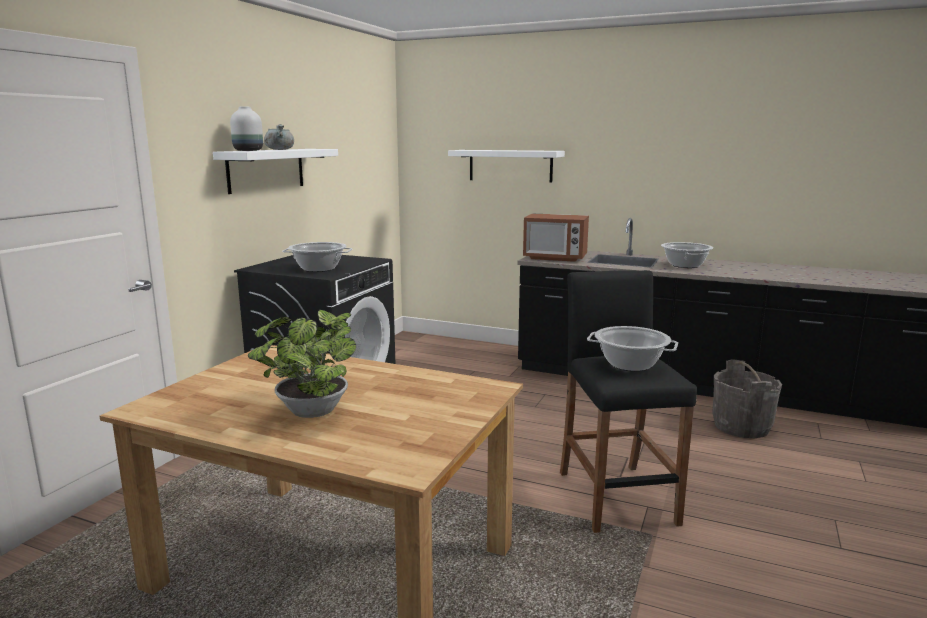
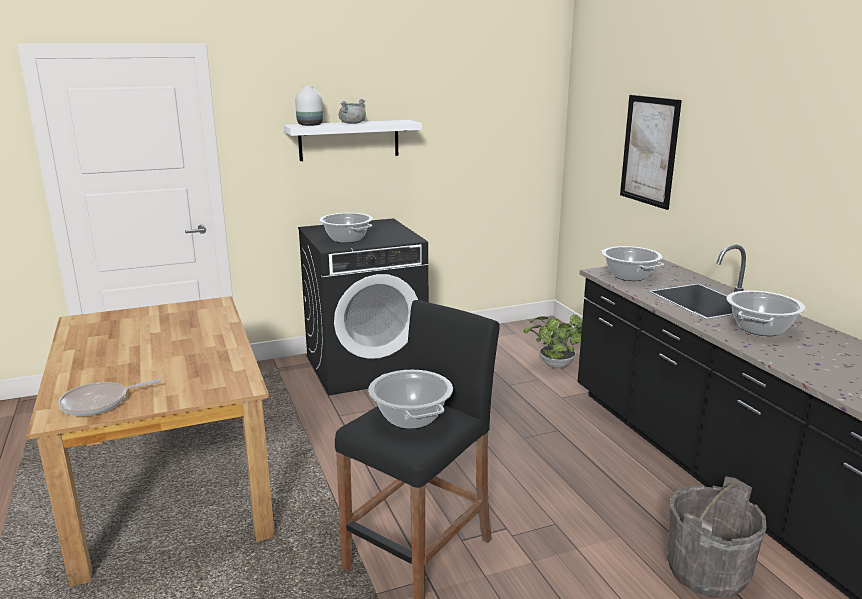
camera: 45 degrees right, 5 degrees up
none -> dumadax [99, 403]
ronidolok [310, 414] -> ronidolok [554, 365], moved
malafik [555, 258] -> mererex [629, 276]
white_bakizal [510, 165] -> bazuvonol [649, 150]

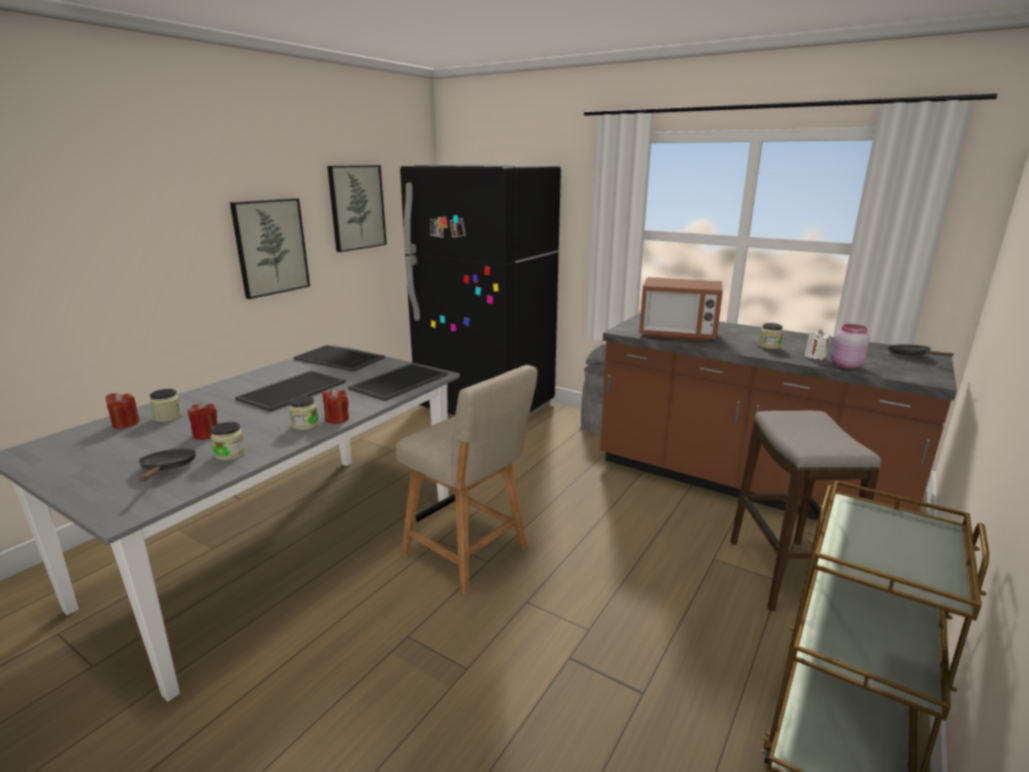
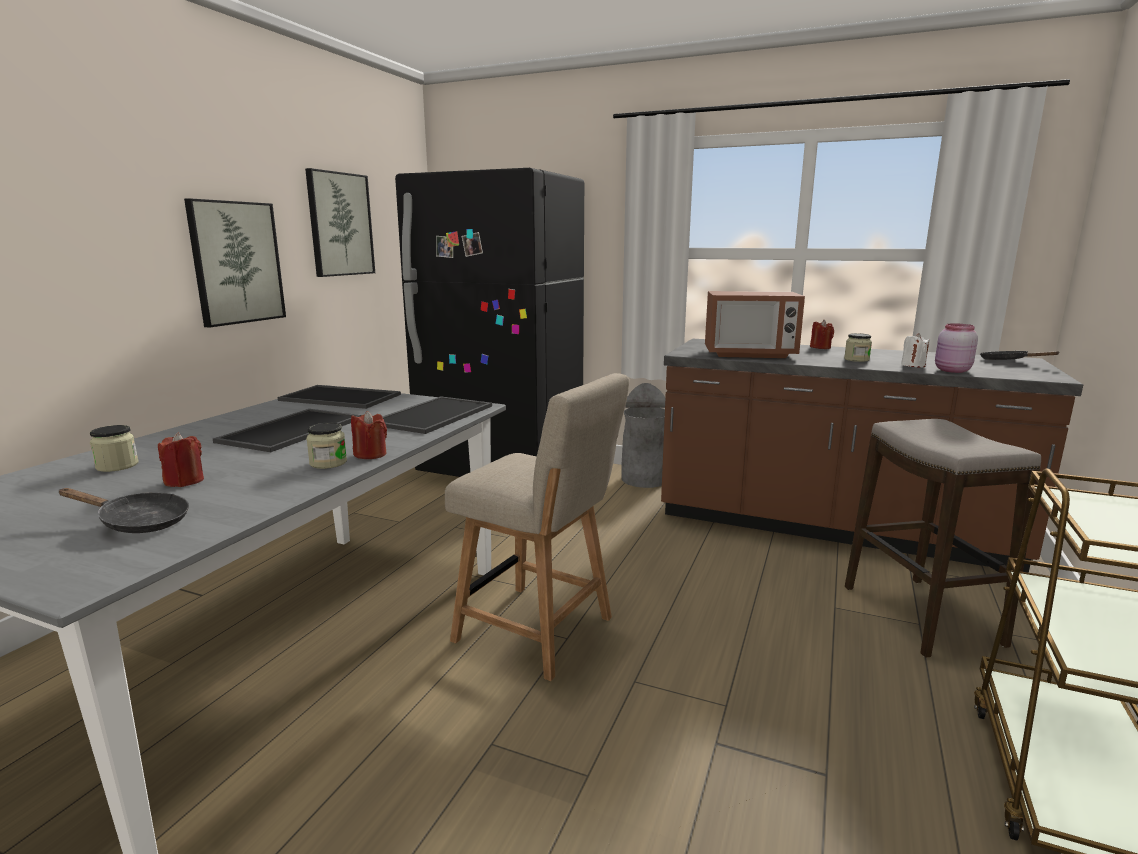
camera: 10 degrees left, 5 degrees down
black_dumadax [168, 469] -> black_dumadax [138, 522], 120 degrees clockwise
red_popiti [125, 424] -> red_popiti [820, 347], moved
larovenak [230, 454] -> none

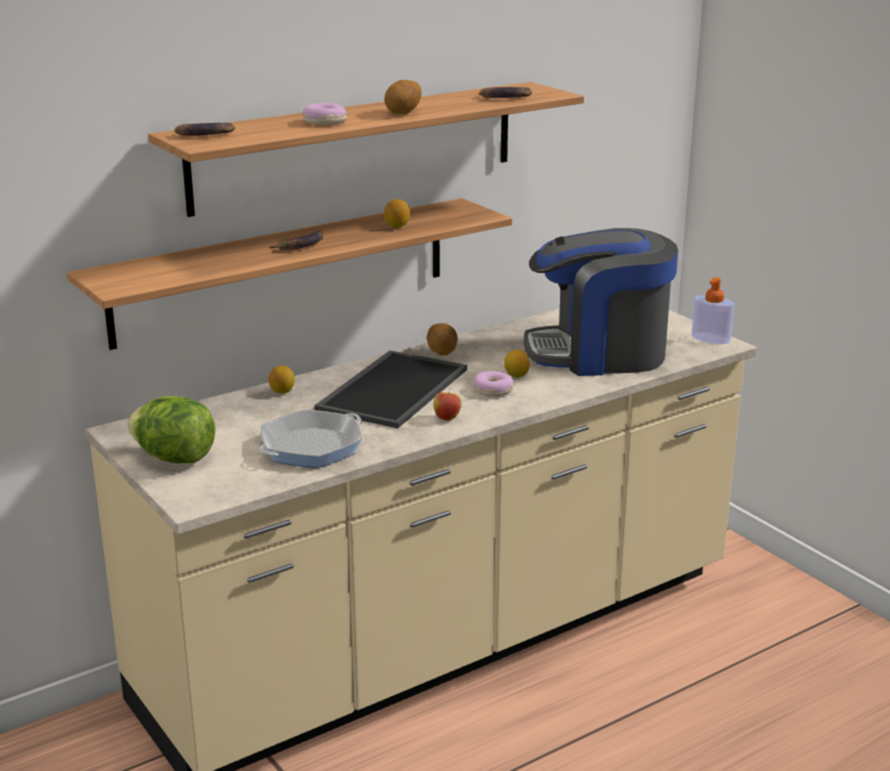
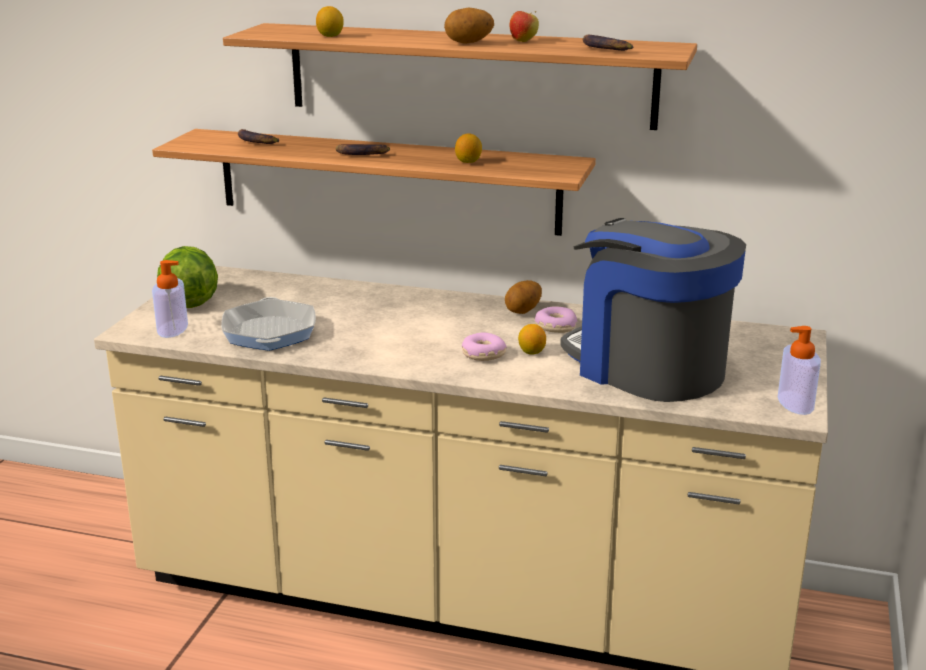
camera: 50 degrees right, 0 degrees up
none -> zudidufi [172, 329]
dumadax [311, 447] -> dumadax [269, 332], 75 degrees clockwise
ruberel [204, 134] -> ruberel [257, 141], moved
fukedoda [282, 391] -> fukedoda [330, 36], moved
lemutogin [447, 418] -> lemutogin [523, 41], moved
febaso [324, 122] -> febaso [555, 326], moved
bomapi [392, 388] -> none

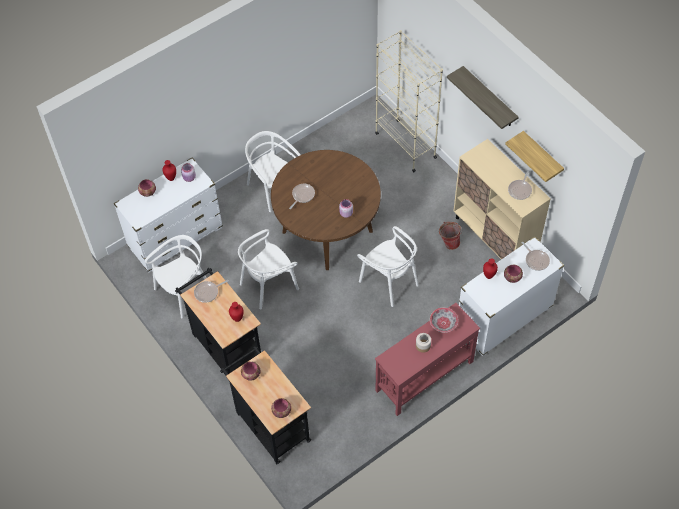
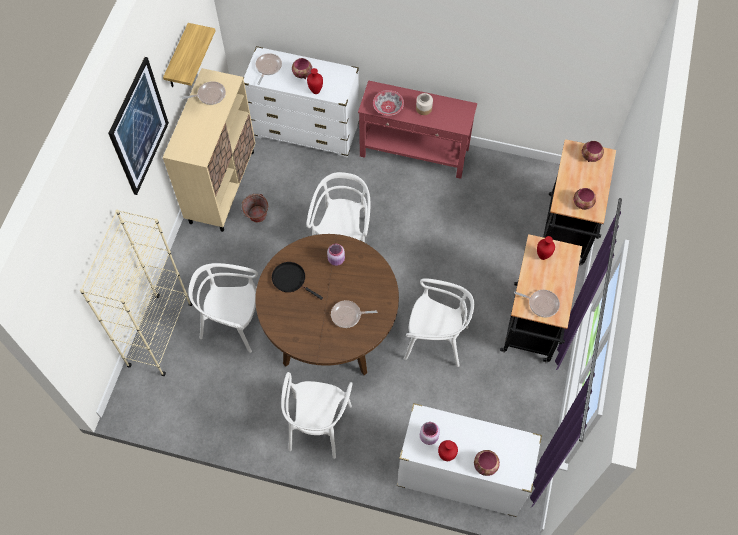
camera: 130 degrees left, 5 degrees up
bakizal [489, 98] -> bazuvonol [139, 127]
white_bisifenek [184, 291] -> white_bisifenek [232, 323], moved
none -> black_dumadax [291, 279]

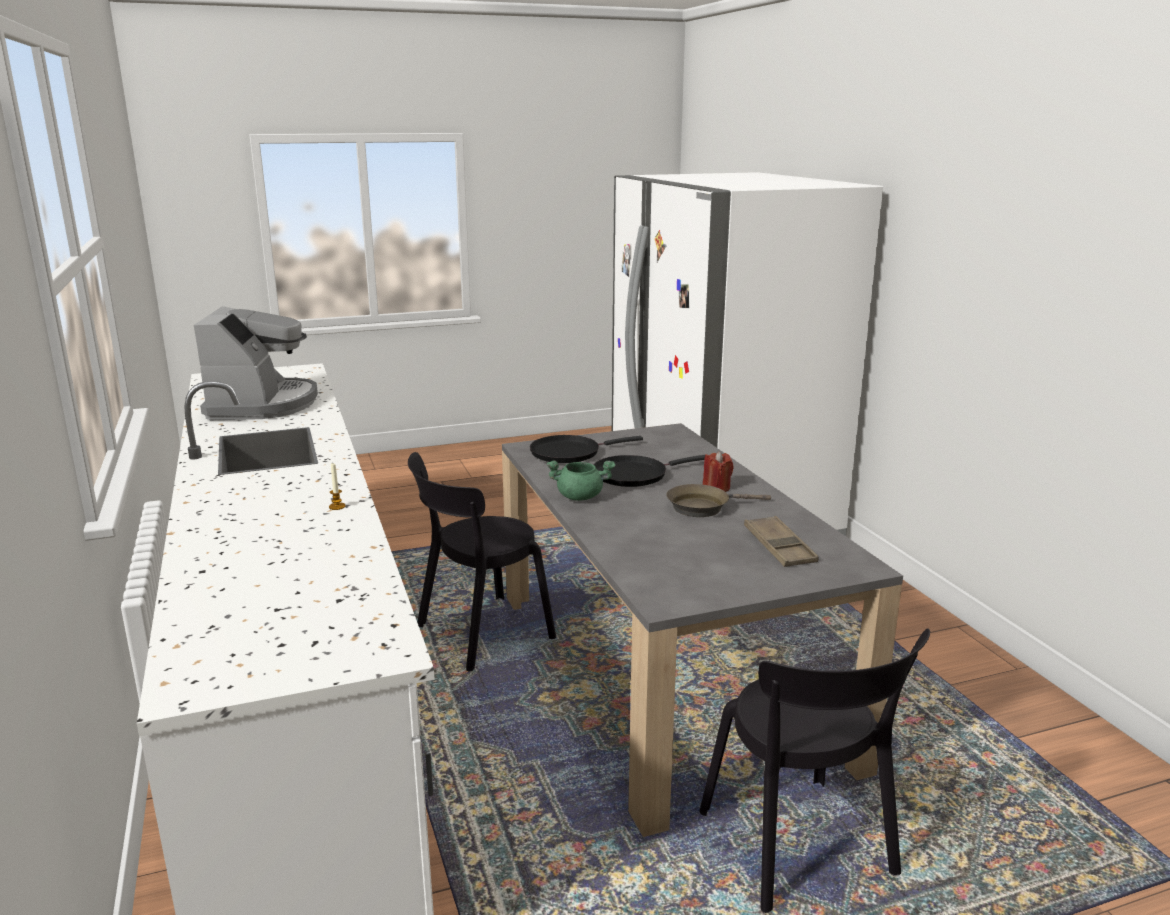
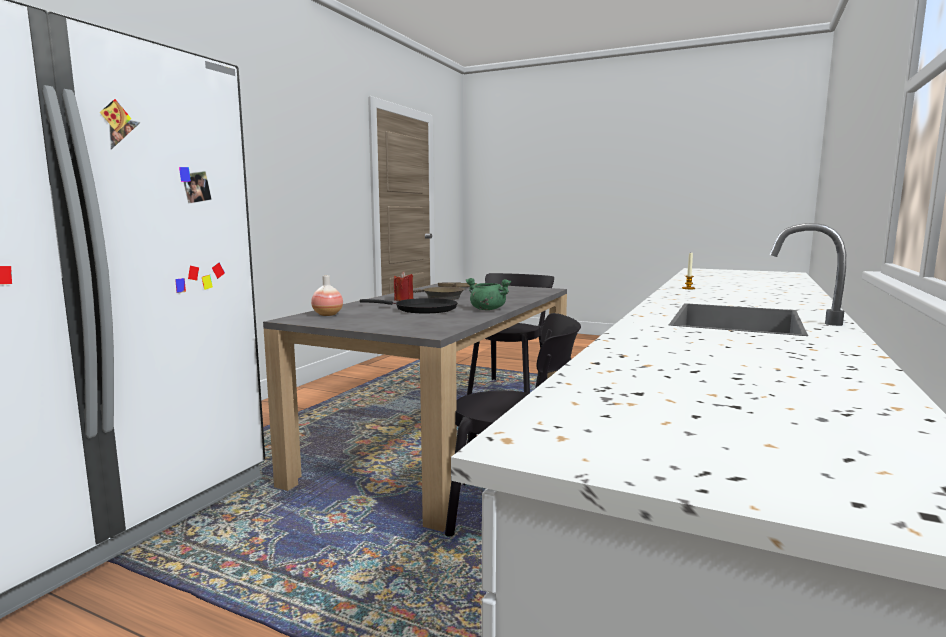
camera: 135 degrees left, 10 degrees down
none -> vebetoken [327, 315]
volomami [262, 404] -> none
black_dumadax [569, 453] -> none

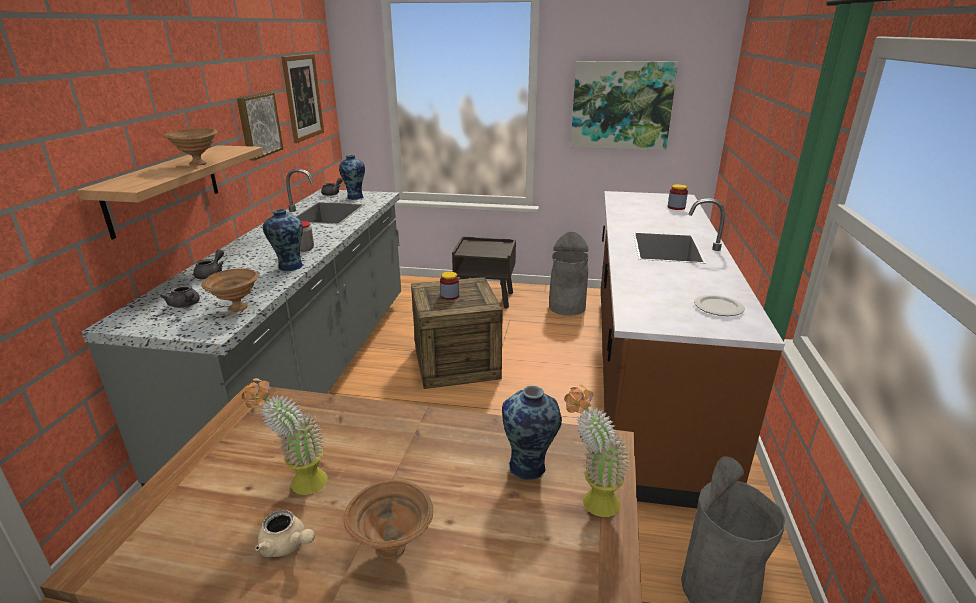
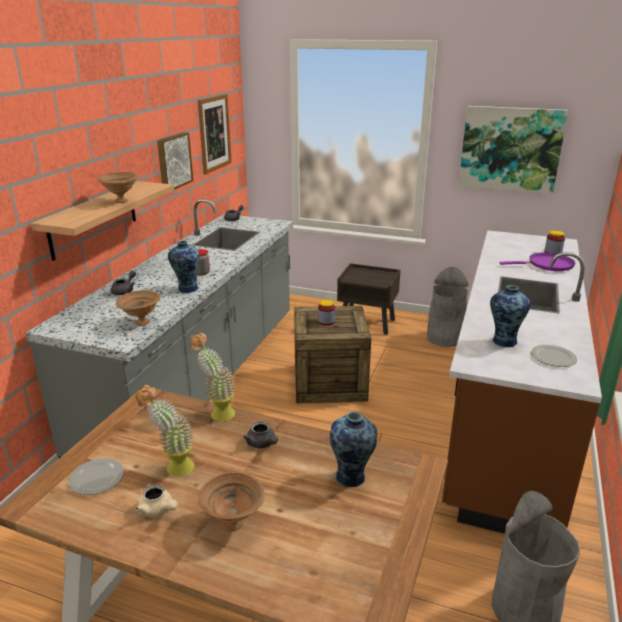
camera: 10 degrees right, 0 degrees up
none -> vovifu [96, 479]
ronidolok [591, 502] -> ronidolok [216, 413], moved
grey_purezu [185, 305] -> grey_purezu [262, 444], moved
vebetoken [355, 197] -> vebetoken [504, 341], moved
none -> purple_dumadax [547, 265]

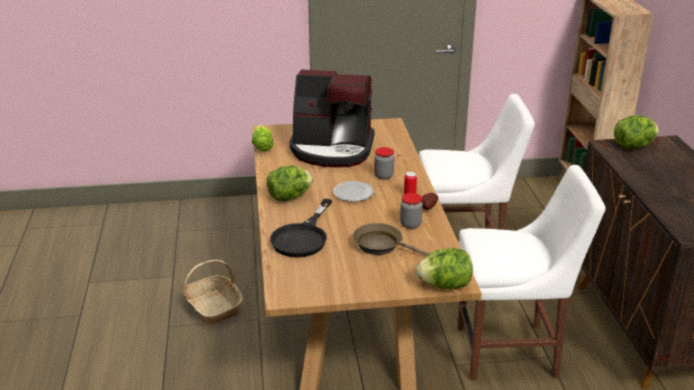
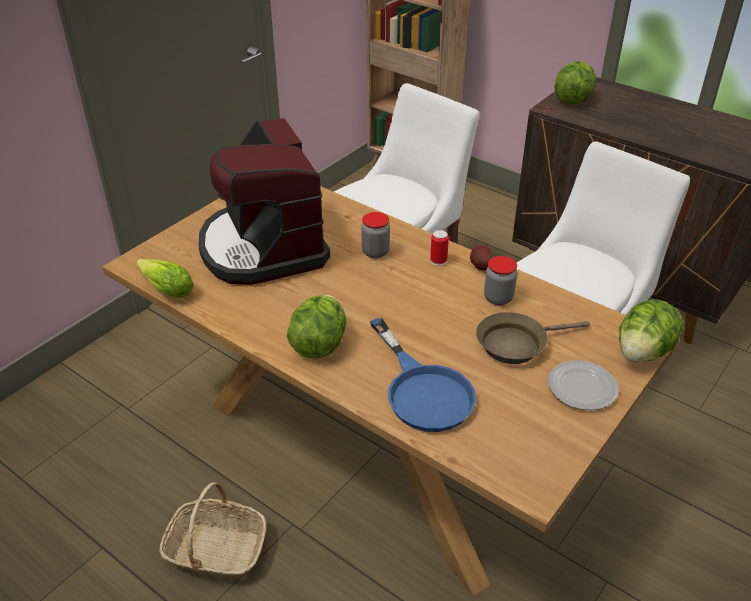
camera: 45 degrees left, 10 degrees up
volomami [332, 149] -> volomami [263, 247], 105 degrees clockwise
black_dumadax [303, 237] -> blue_dumadax [423, 390]
vovifu [353, 194] -> vovifu [582, 388], moved

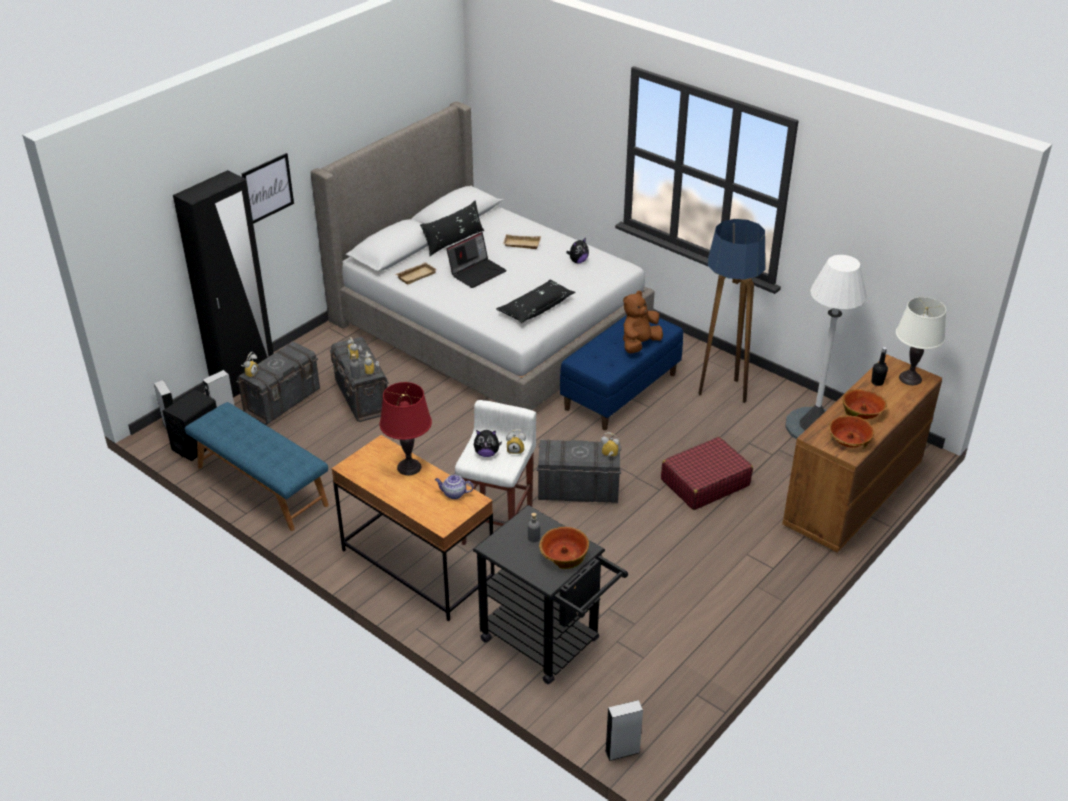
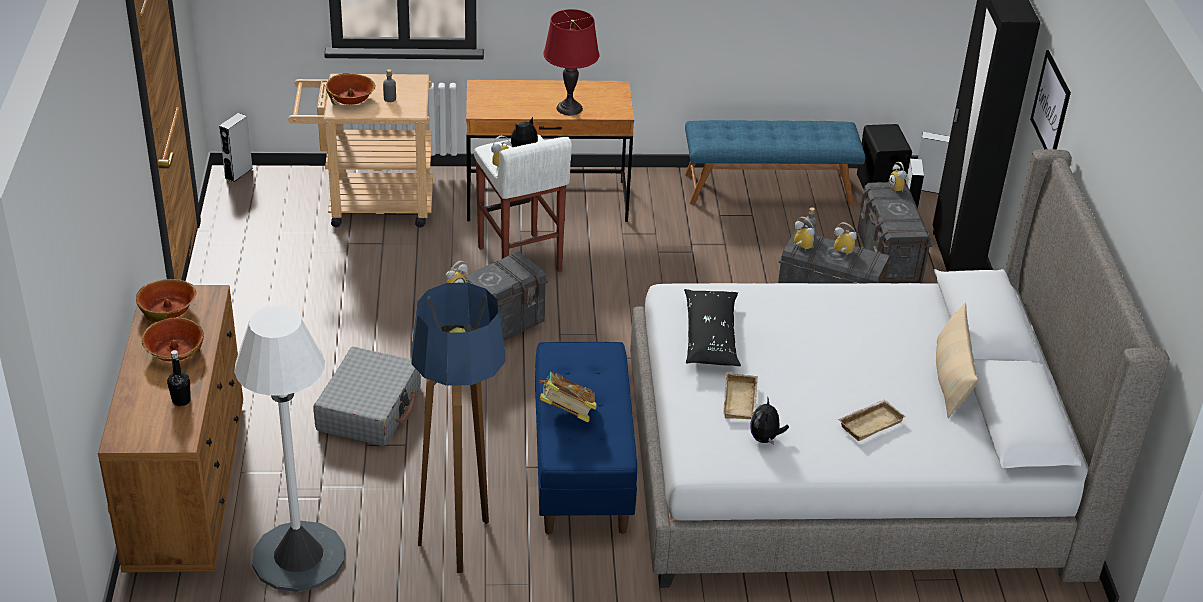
camera: 135 degrees right, 0 degrees up
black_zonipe [548, 644] -> beige_zonipe [369, 204]
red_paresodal [704, 482] -> grey_paresodal [369, 409]
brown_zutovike [639, 344] -> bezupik [567, 413]
beige_bomapi [416, 275] -> beige_bomapi [741, 401], moved
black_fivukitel [454, 241] -> beige_fivukitel [950, 379]
purezu [454, 494] -> none
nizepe [477, 272] -> none
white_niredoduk [910, 378] -> none

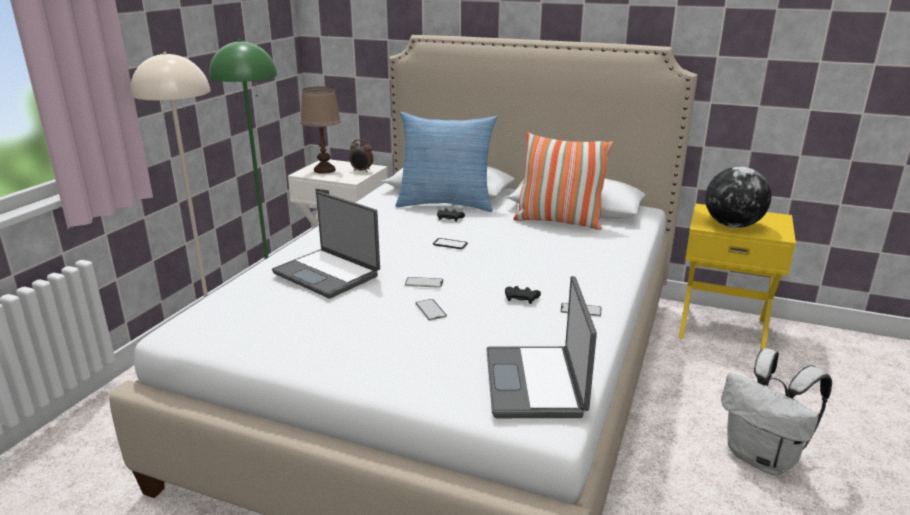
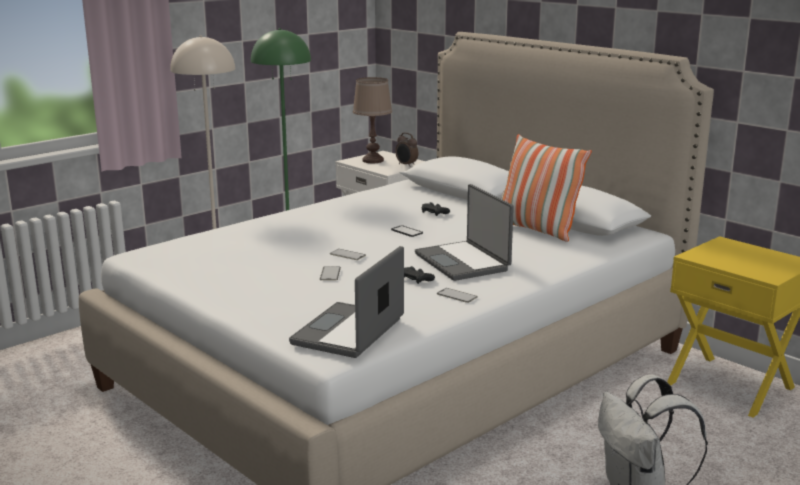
camera: 25 degrees right, 5 degrees down
nizepe [328, 274] -> nizepe [463, 262], moved
fivukitel [446, 204] -> none
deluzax [732, 225] -> none

